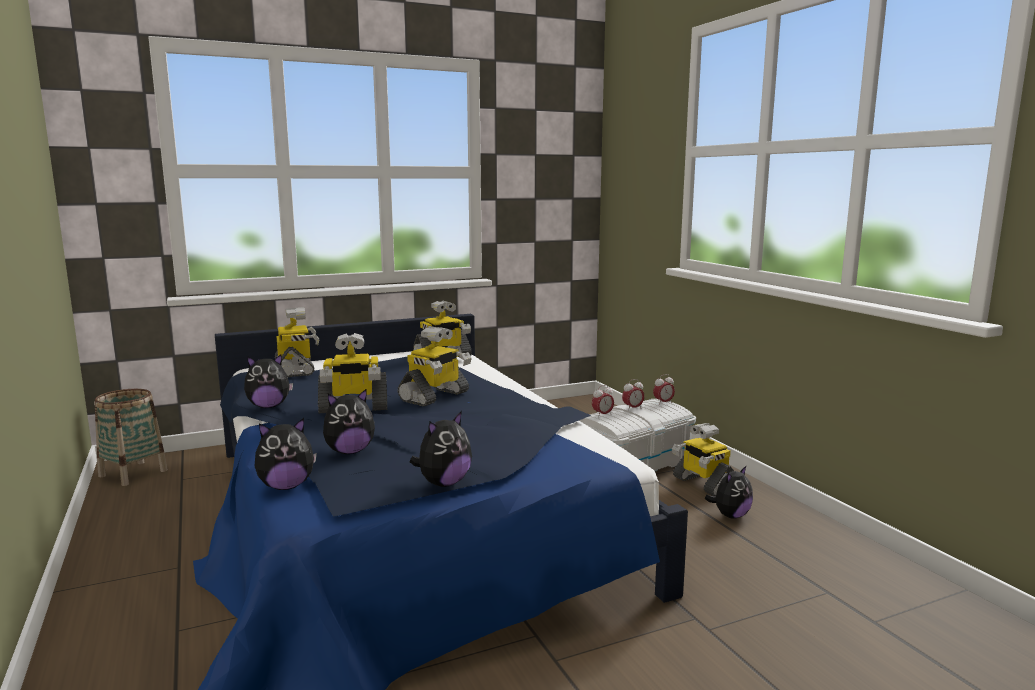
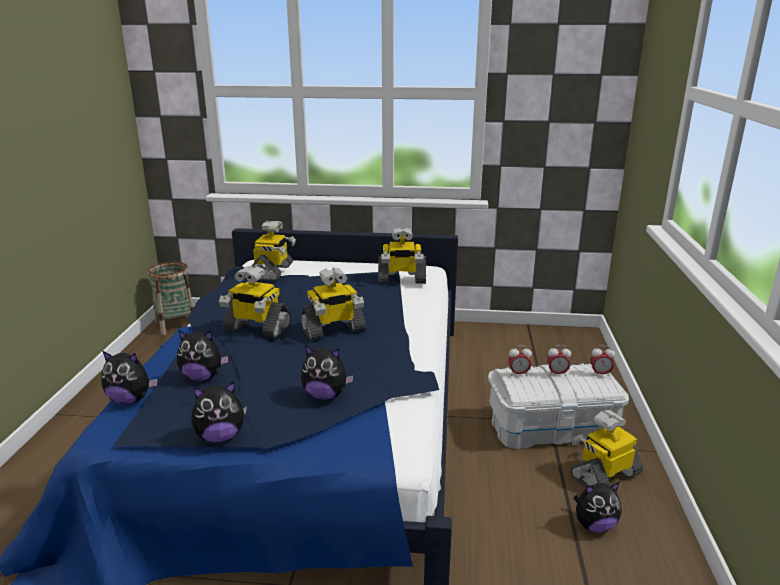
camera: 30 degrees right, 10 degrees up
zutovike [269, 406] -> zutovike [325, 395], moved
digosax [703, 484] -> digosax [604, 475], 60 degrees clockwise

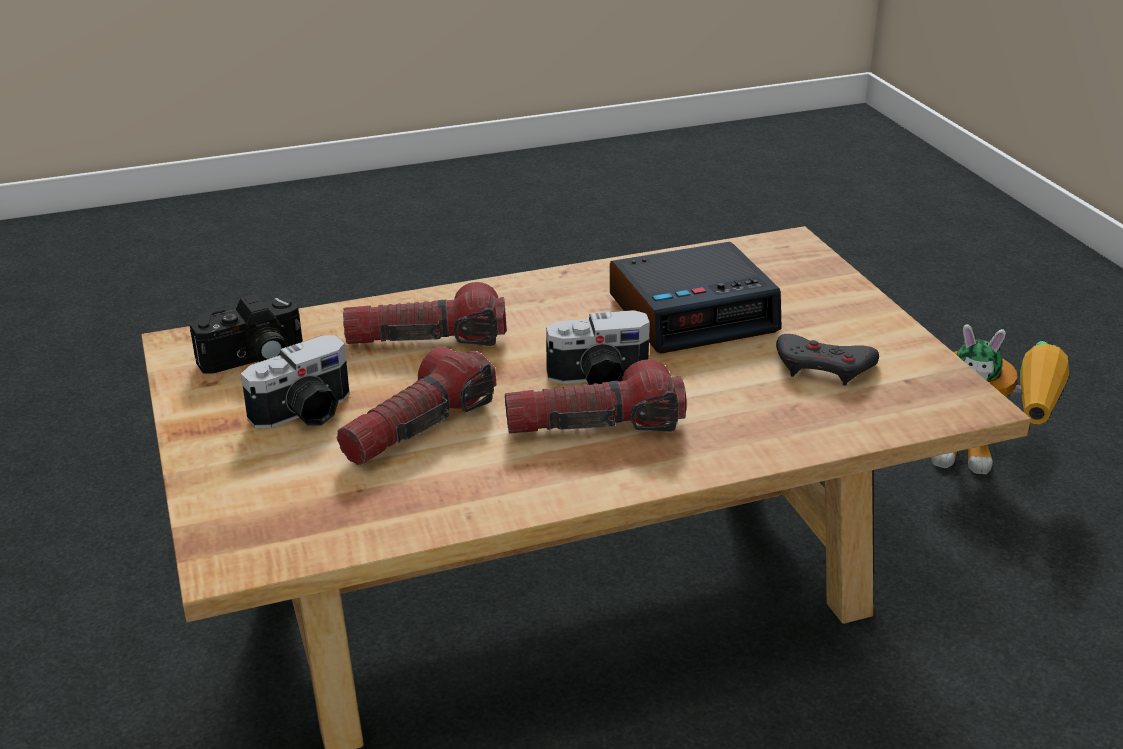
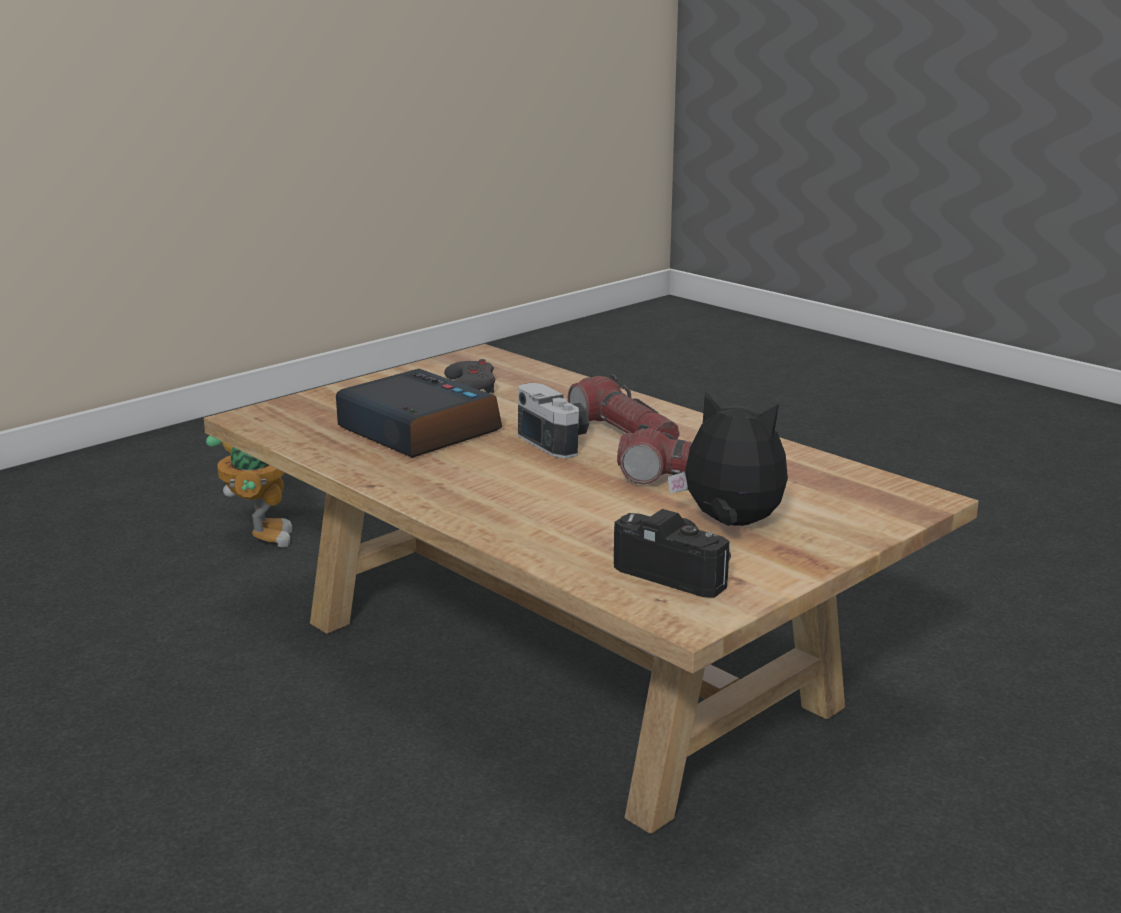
camera: 115 degrees left, 10 degrees down
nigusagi [306, 413] -> zutovike [730, 524]
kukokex [427, 340] -> none

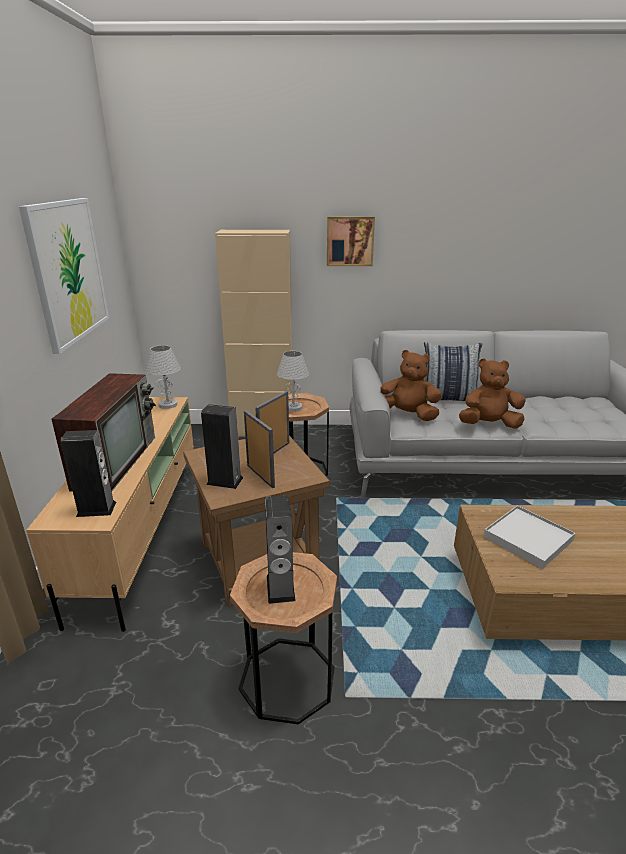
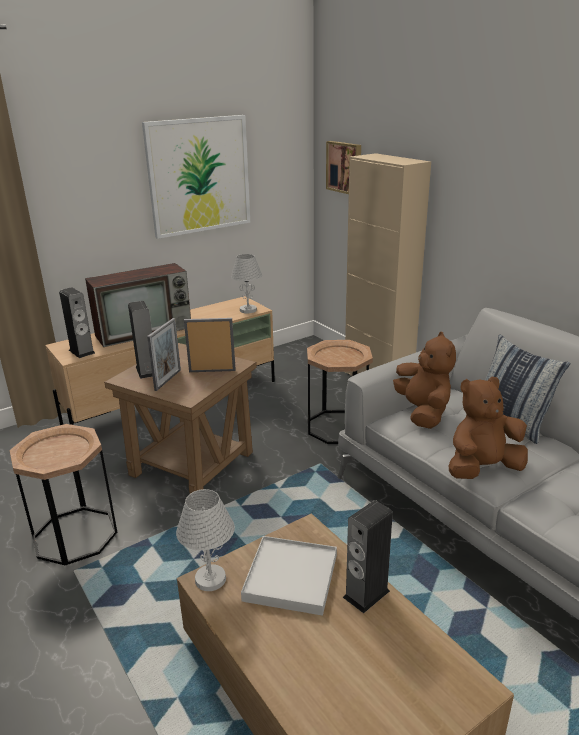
camera: 55 degrees right, 0 degrees up
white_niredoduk [293, 408] -> white_niredoduk [210, 579], moved
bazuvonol [350, 241] -> bazuvonol [345, 167], moved
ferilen [280, 588] -> ferilen [366, 594], moved
brown_zutovike [489, 425] -> brown_zutovike [482, 469], 75 degrees counterclockwise

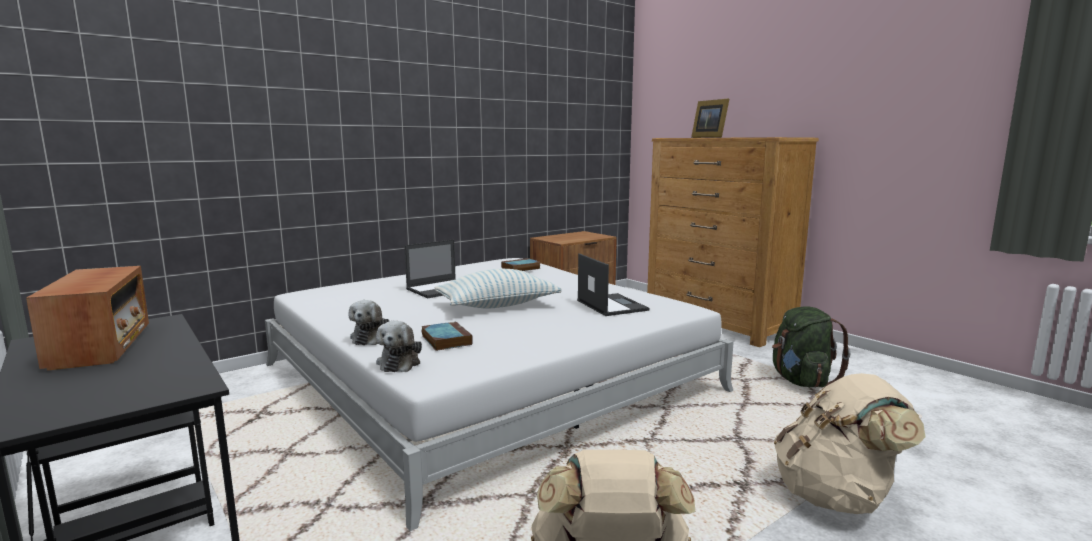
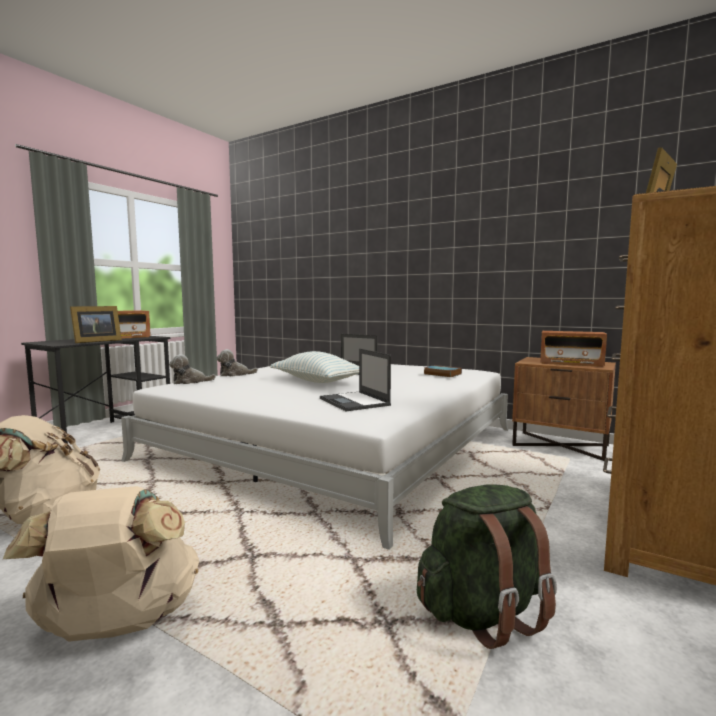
camera: 70 degrees right, 5 degrees down
none -> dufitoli [95, 341]
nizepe [611, 305] -> nizepe [355, 402], 105 degrees clockwise
none -> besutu [571, 363]
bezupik [445, 340] -> none

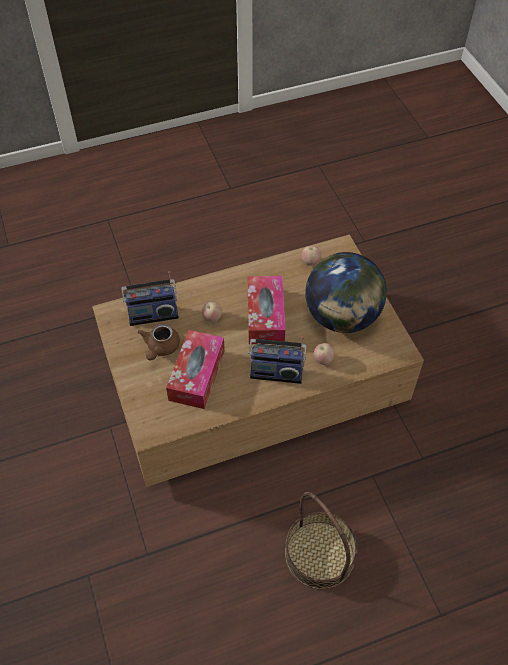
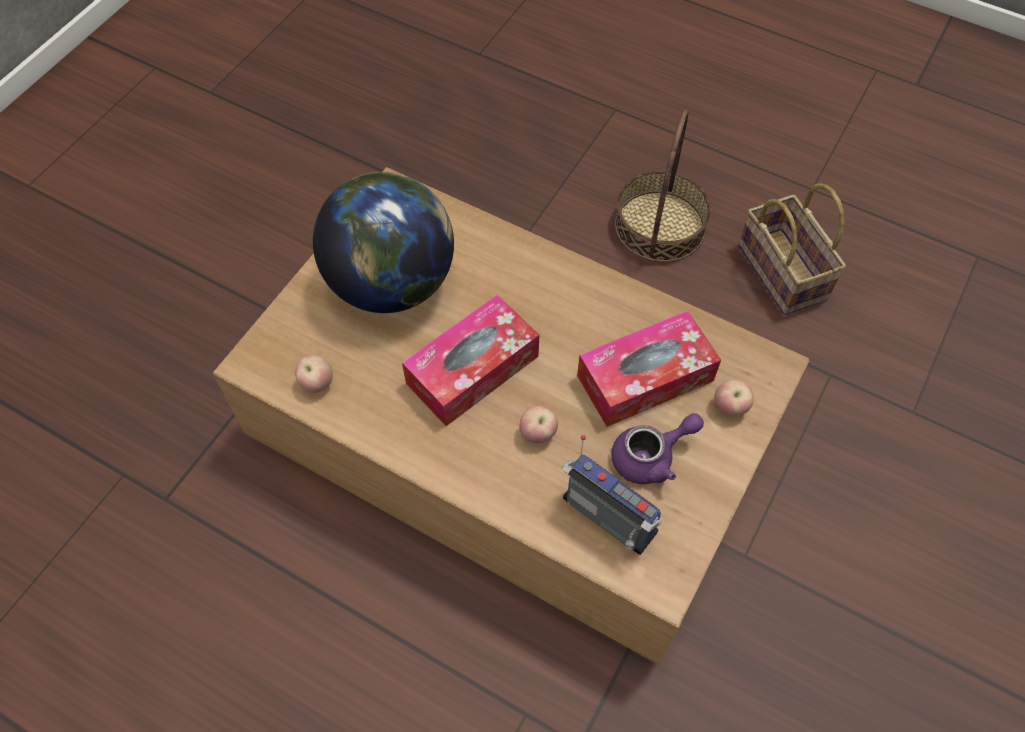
camera: 130 degrees left, 5 degrees up
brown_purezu [160, 348] -> purple_purezu [651, 457]
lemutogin [323, 360] -> lemutogin [730, 407], moved
none -> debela [785, 273]
besutu [276, 371] -> none

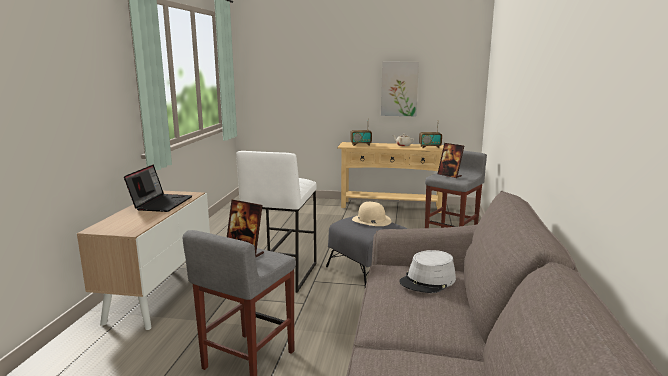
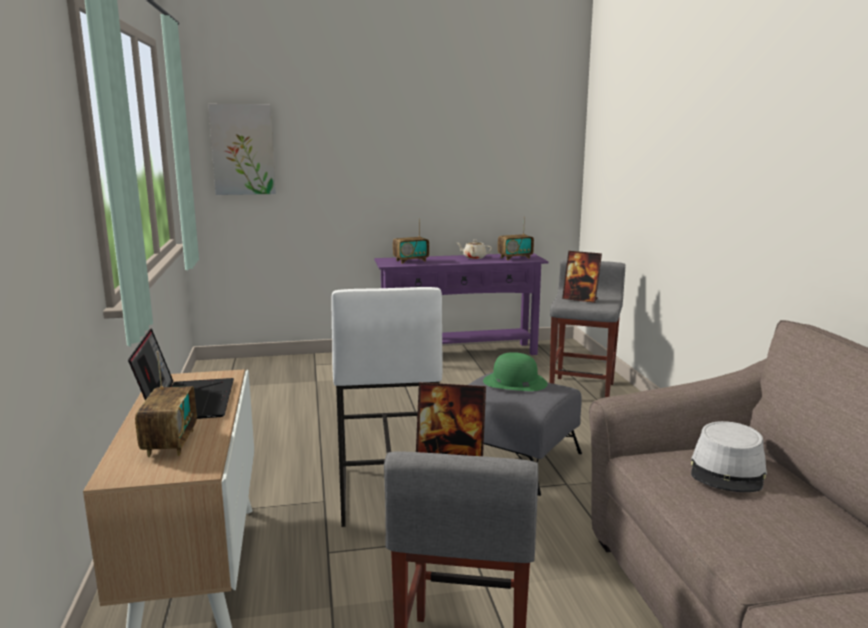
camera: 20 degrees left, 0 degrees up
none -> besutu [170, 443]
bazuvonol [399, 89] -> bazuvonol [243, 149], moved
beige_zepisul [391, 206] -> purple_zepisul [459, 353]
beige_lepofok [371, 220] -> green_lepofok [514, 382]

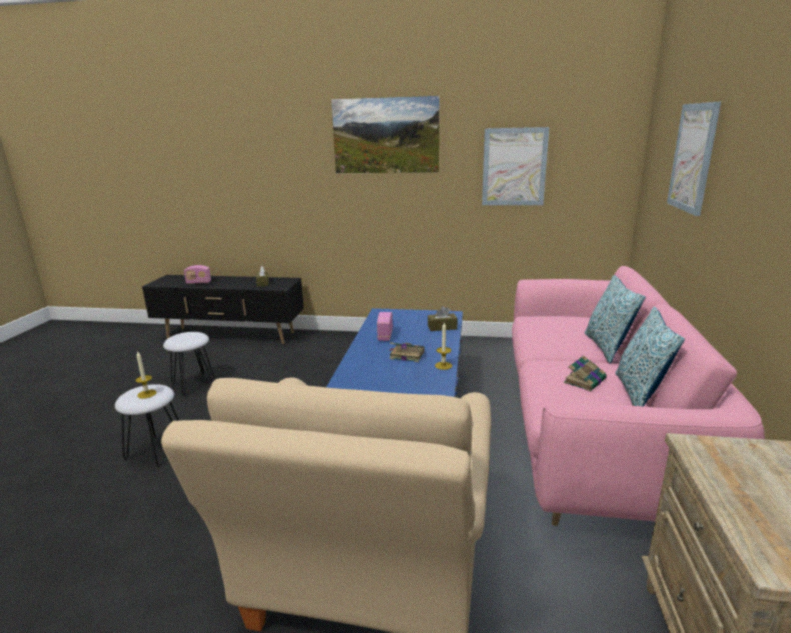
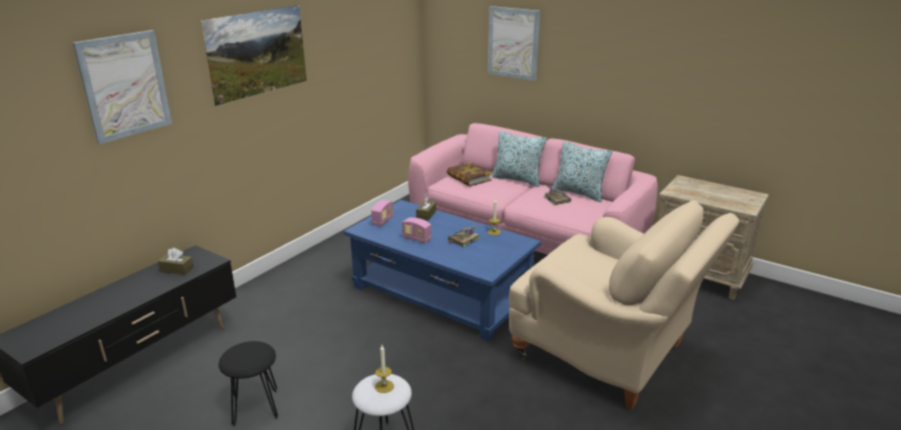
camera: 65 degrees left, 5 degrees up
bazuvonol [514, 167] -> bazuvonol [125, 86], moved
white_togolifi [194, 385] -> black_togolifi [255, 407]
besutu [198, 283] -> besutu [383, 221], moved
none -> bezupik [468, 178]

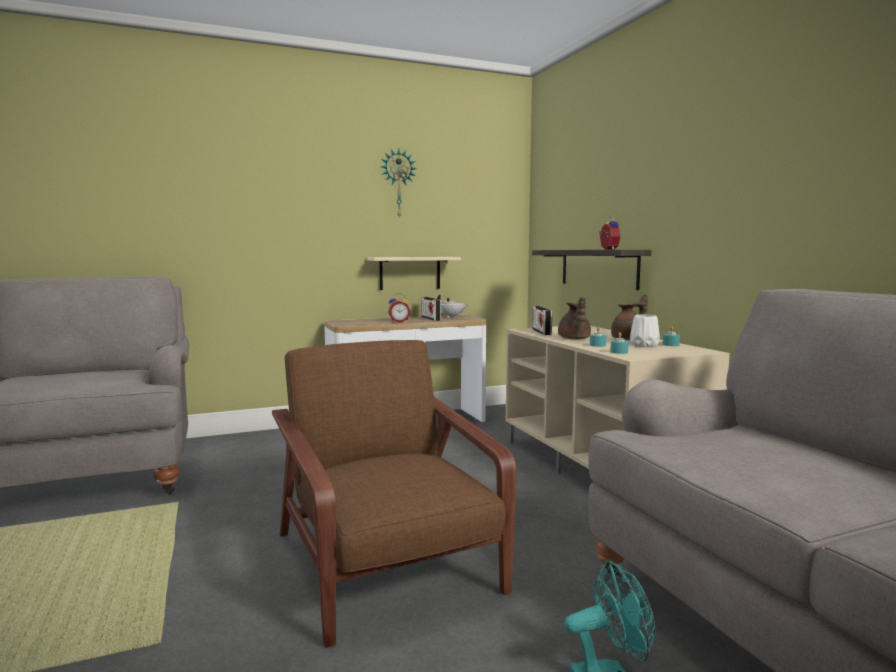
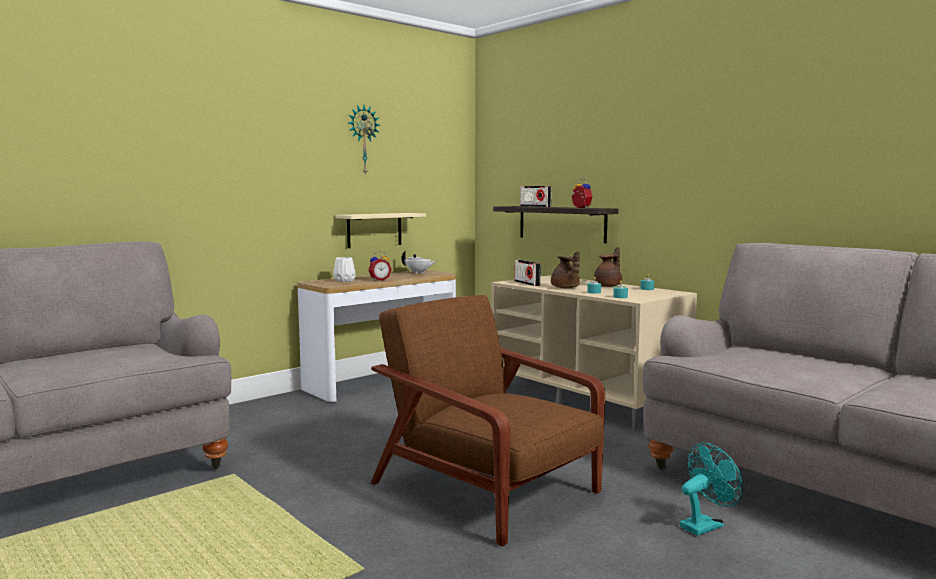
camera: 20 degrees left, 0 degrees up
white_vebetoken [645, 345] -> white_vebetoken [345, 280], moved
besutu [430, 318] -> besutu [535, 206], moved

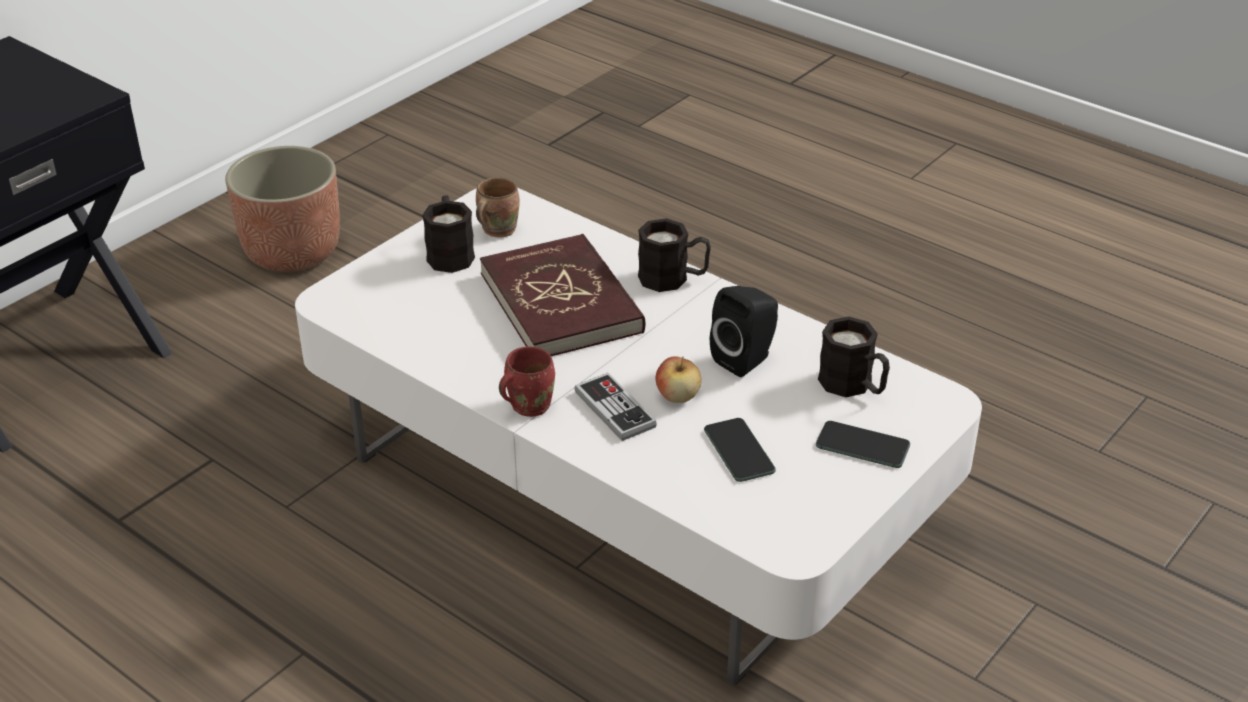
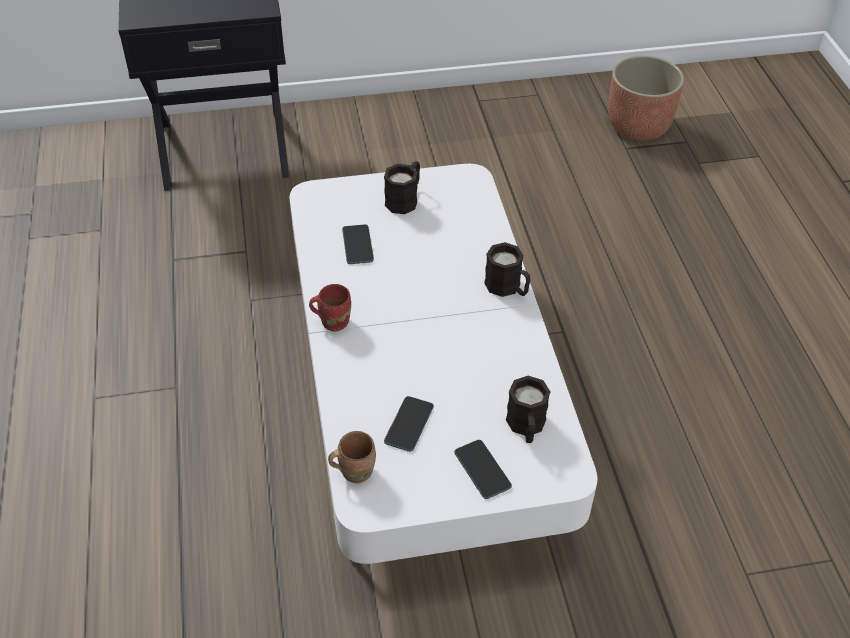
camera: 40 degrees right, 10 degrees up
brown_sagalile [496, 230] -> brown_sagalile [354, 470], moved
none -> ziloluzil [357, 245]
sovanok [292, 252] -> sovanok [638, 126], moved
red_bezupik [562, 302] -> none
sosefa [615, 409] -> none
lemutogin [678, 396] -> none
black_ferilen [746, 359] -> none

